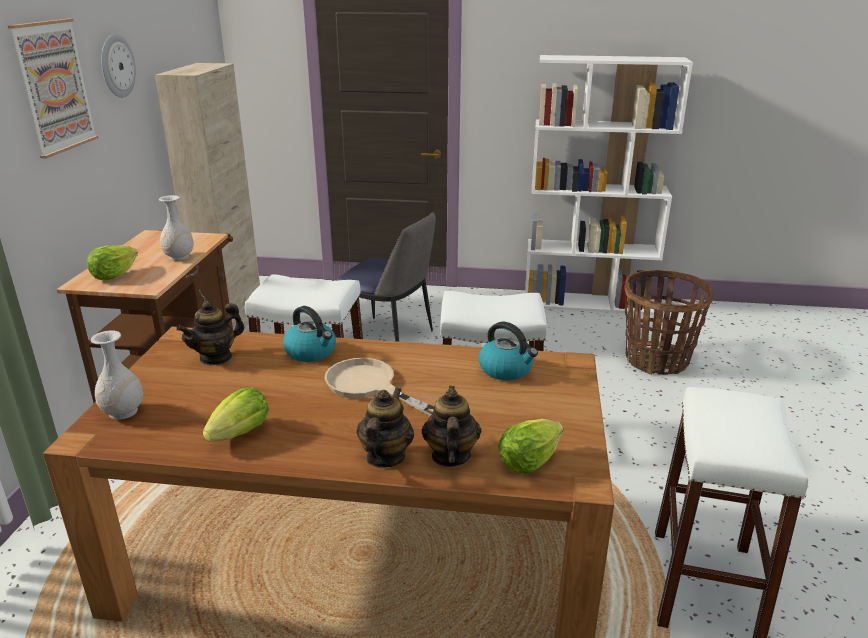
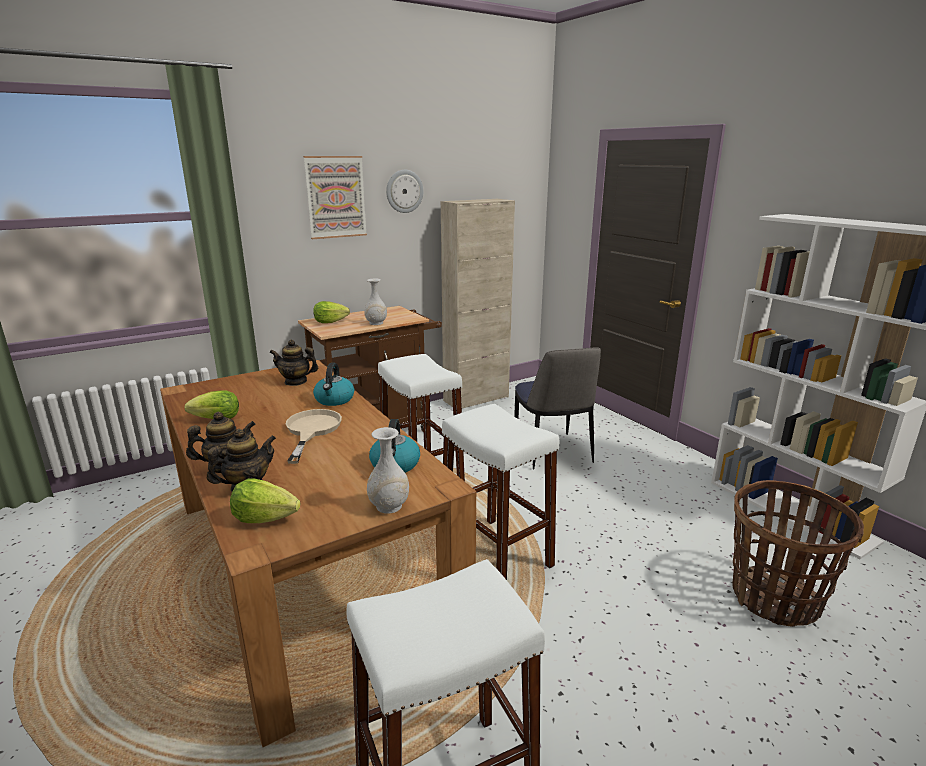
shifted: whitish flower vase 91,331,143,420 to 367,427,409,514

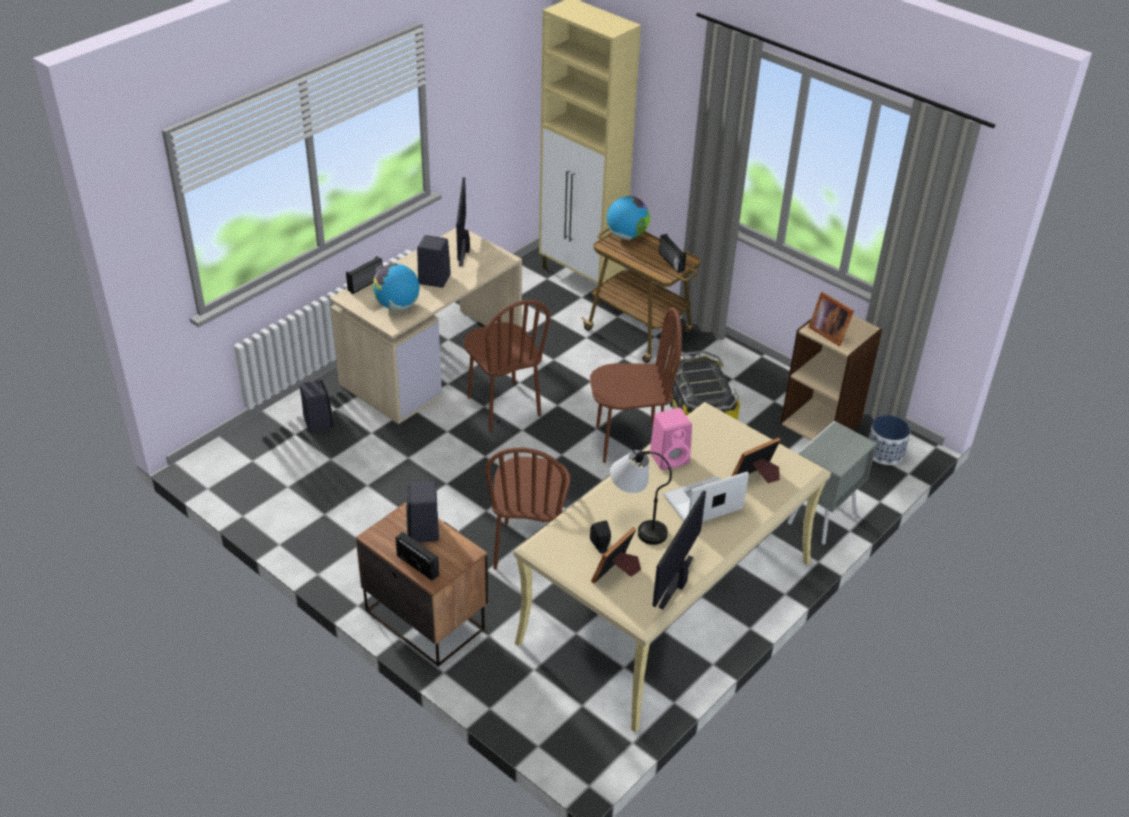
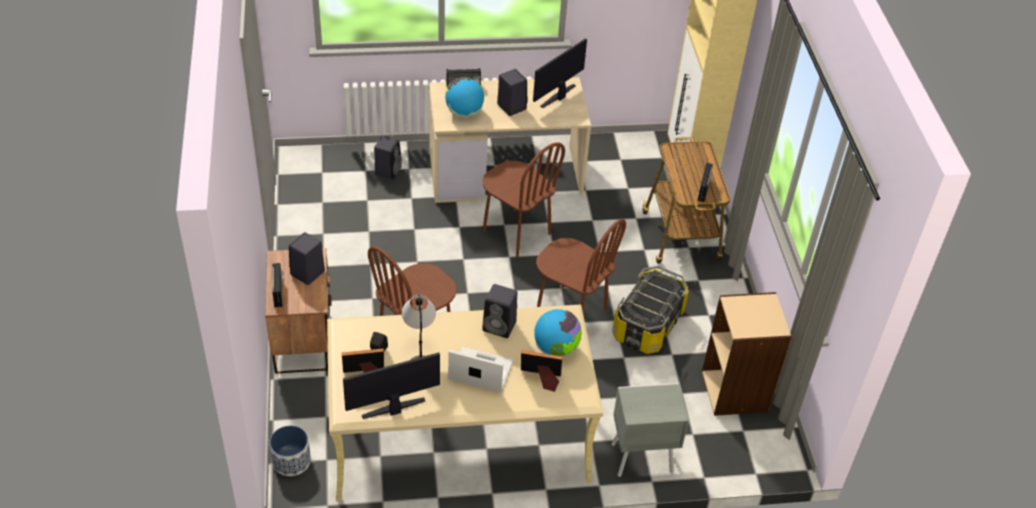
gone: standing frame 808,292,854,346
shifted: world globe 607,196,650,240 to 534,309,582,356; flower pot 868,415,911,465 to 269,425,311,476
repainted: pink-coloured audio speaker 650,408,692,470 to blackish audio speaker 482,284,517,338
rotated: brown chair 464,300,550,432 = 482,142,565,257 60 degrees counterclockwise

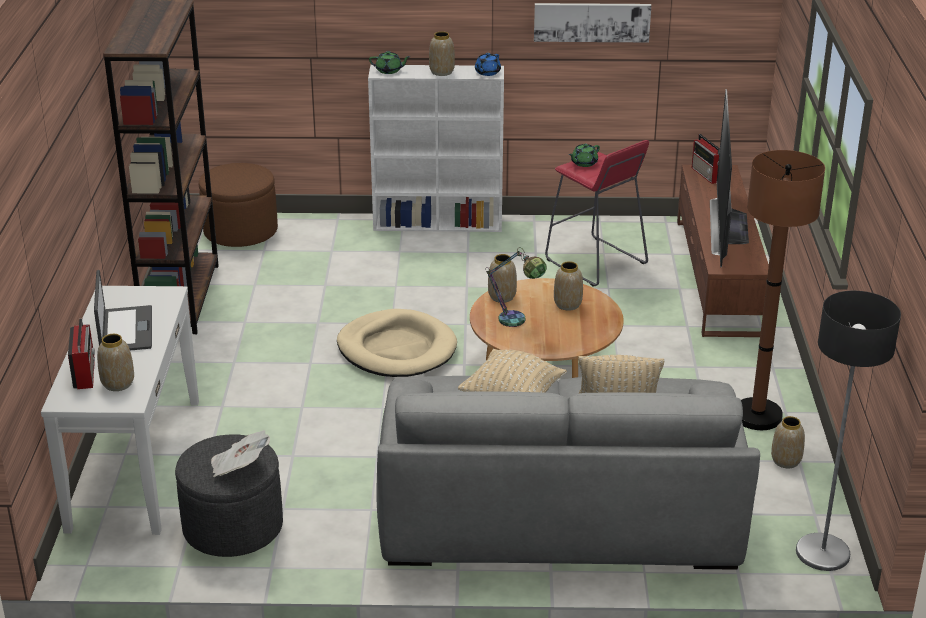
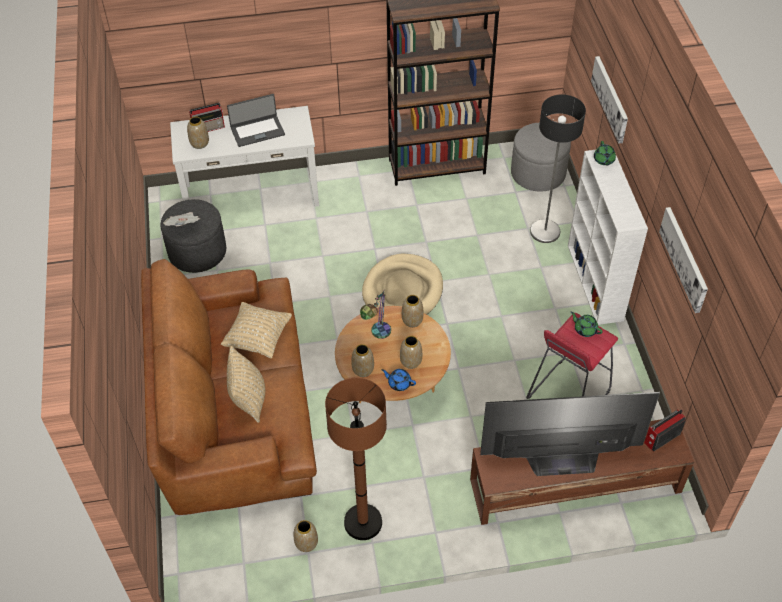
new: picture 591,56,628,144
shifted: flower vase 429,31,455,76 to 351,344,374,377; bluish pot for tea 475,53,501,76 to 381,369,416,391; standing lamp 796,291,901,571 to 530,94,586,243
repainted: brown ottoman 199,163,278,247 to grey ottoman 511,123,571,192; grey settee 377,376,760,570 to brown settee 141,259,317,515

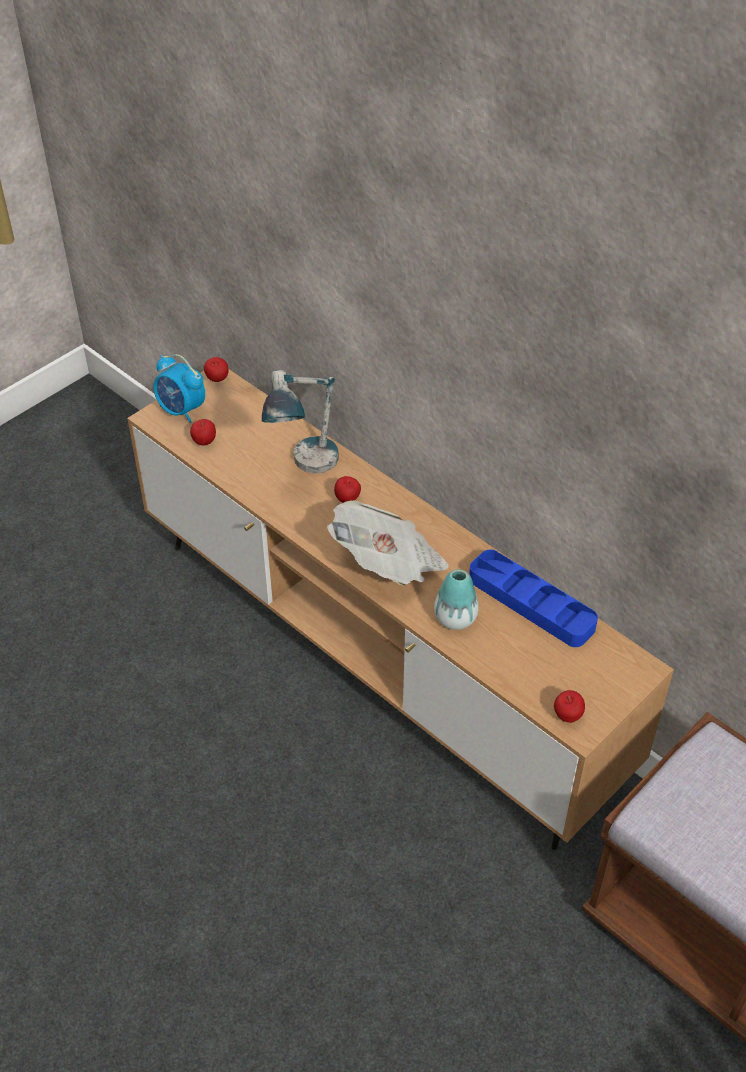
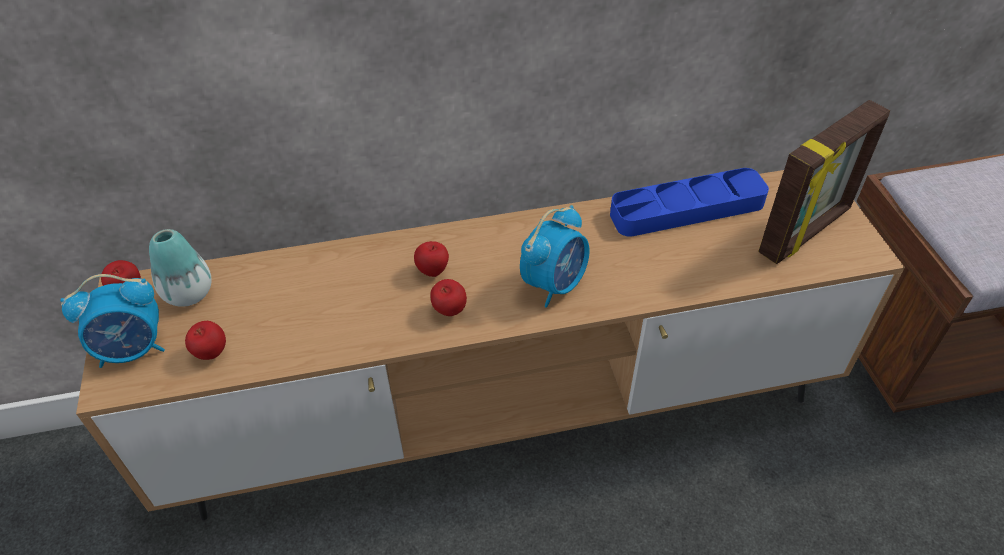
gone: table lamp 262,370,339,474
new: standing frame 758,100,890,264
shifted: flower vase 434,569,479,630 to 149,229,212,307; apple 554,690,585,723 to 431,279,467,316
swapped: printed paper 327,500,449,586 to table clock 520,205,589,308

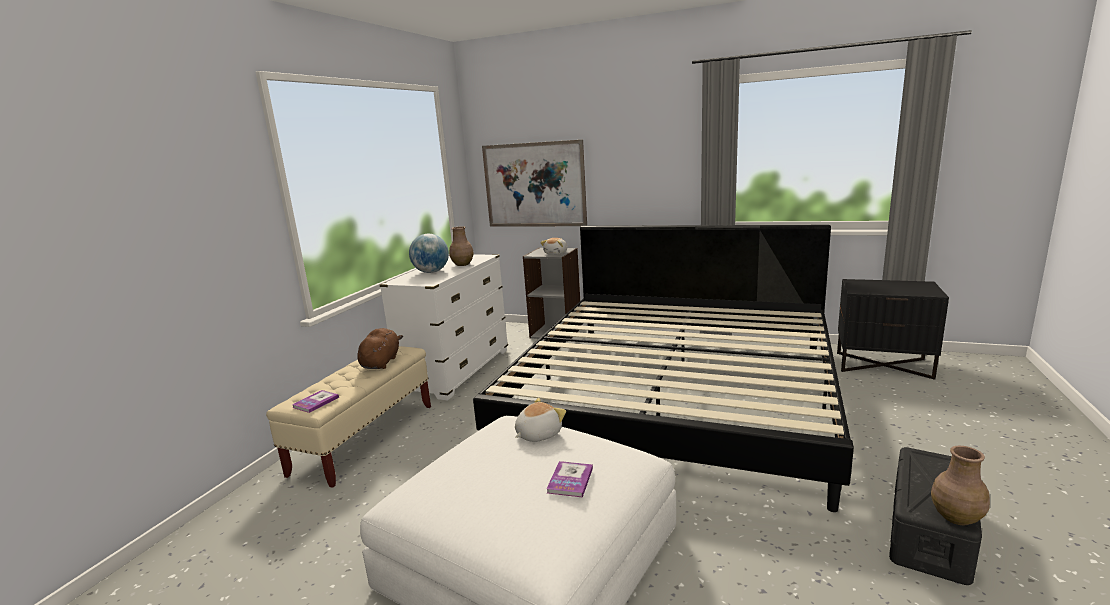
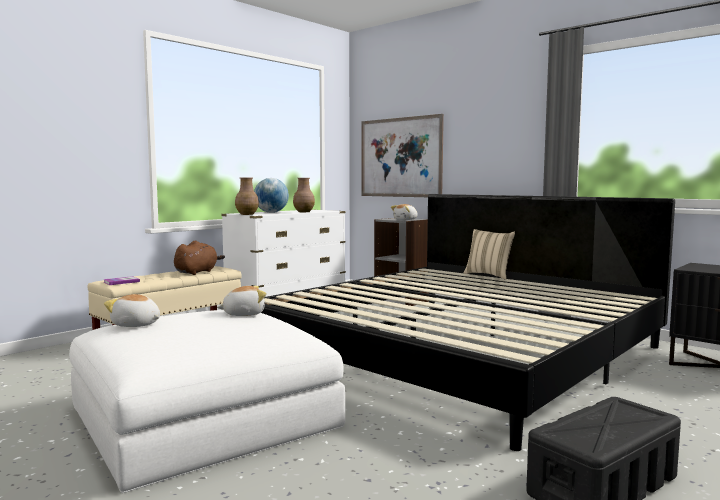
gone: book 546,461,593,497
new: plush toy 104,294,160,327; beige-coloured cushion 464,229,515,280
shifted: brown flower vase 931,446,990,525 to 235,178,259,215

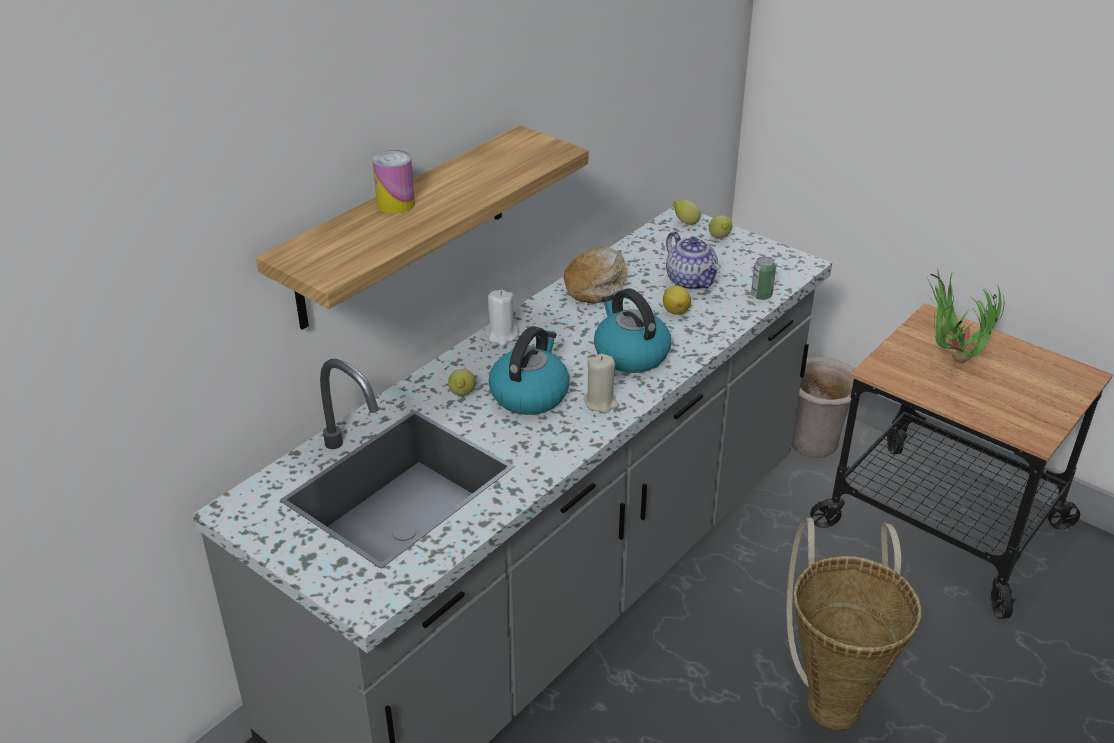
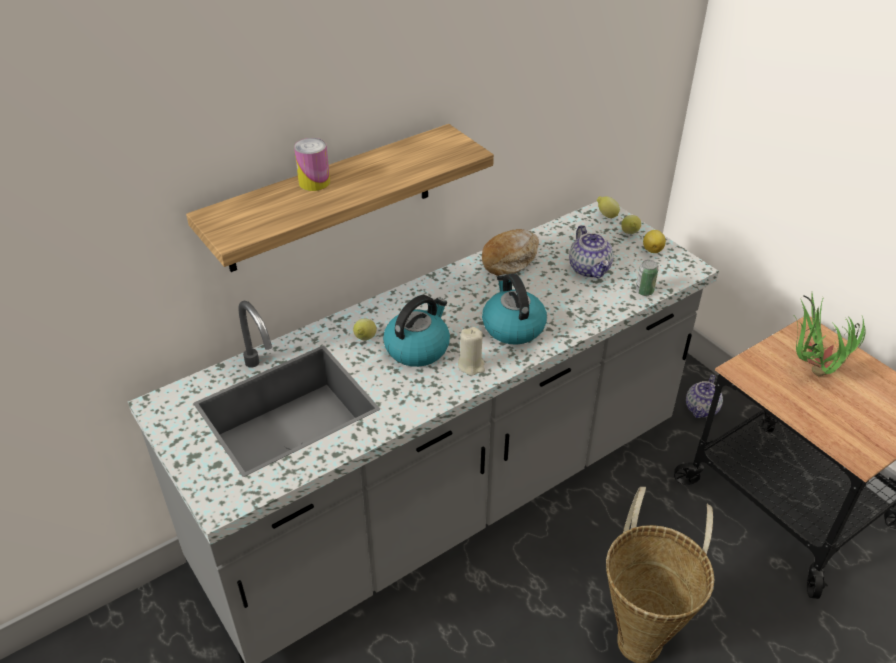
gone: whitish wax light 487,290,519,346
shifted: citrus fruit 663,286,691,315 to 643,230,666,253
swapped: beige-coloured flower vase 791,357,862,458 to pot for tea 686,374,723,418

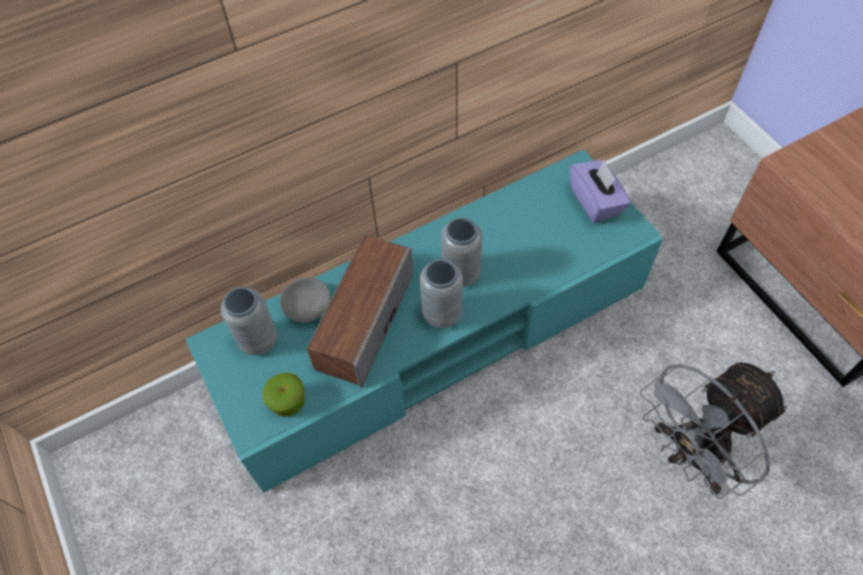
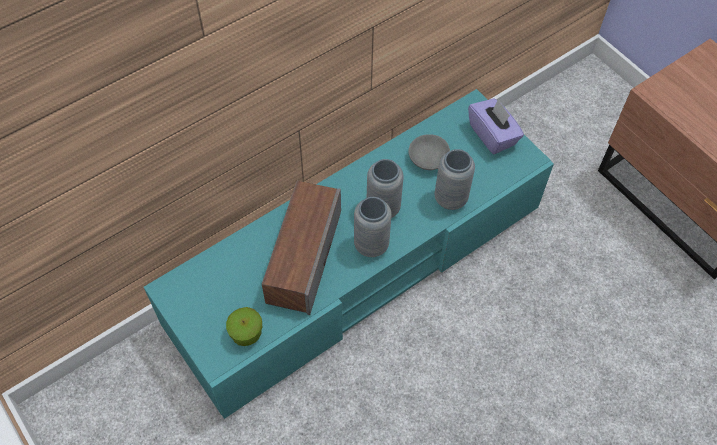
gone: grey cooling fan 640,362,787,499
shifted: grey flower vase 221,287,277,355 to 435,149,475,210; grey deep dish 280,278,330,323 to 408,134,450,170

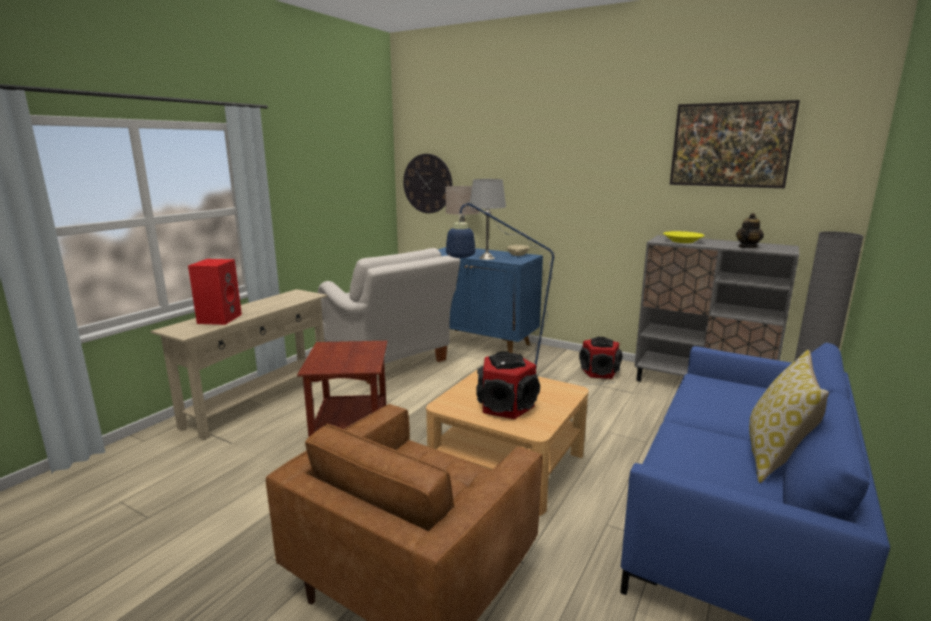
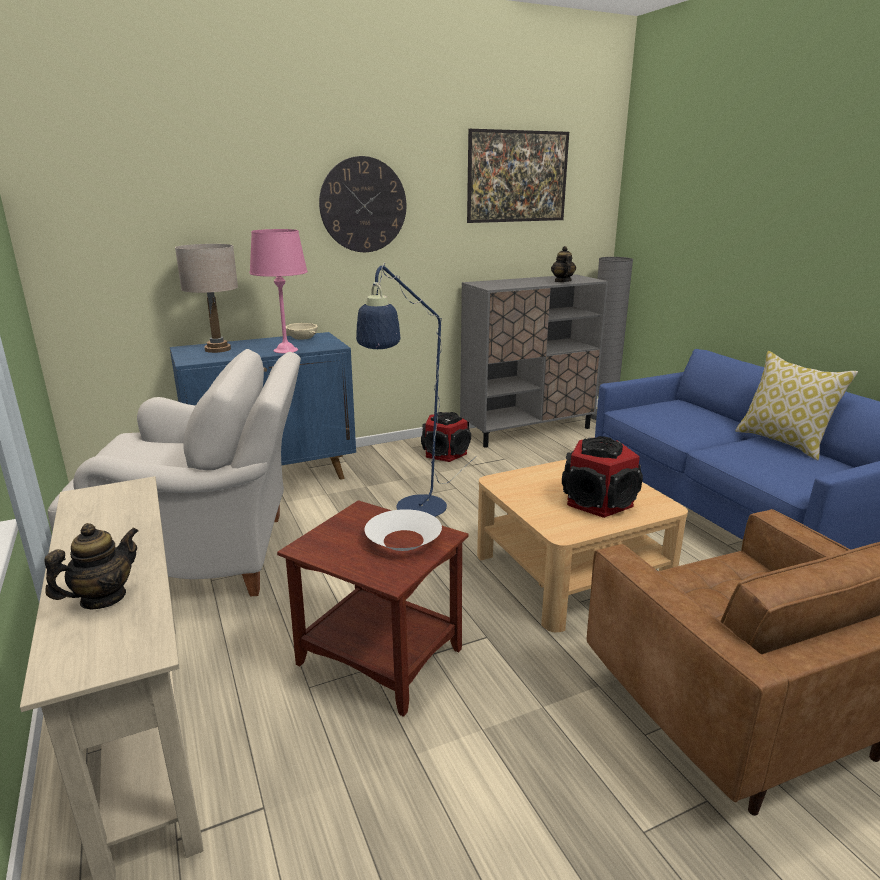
gone: yellowish deep dish 663,231,705,243
new: whitish deep dish 365,509,442,551
shifted: clock on the wall 403,154,452,213 to 319,156,406,252
swapped: reddish audio speaker 188,259,242,325 to pot for tea 44,523,139,610
repainted: grey table lamp 469,179,506,260 to pink-coloured table lamp 250,229,308,353

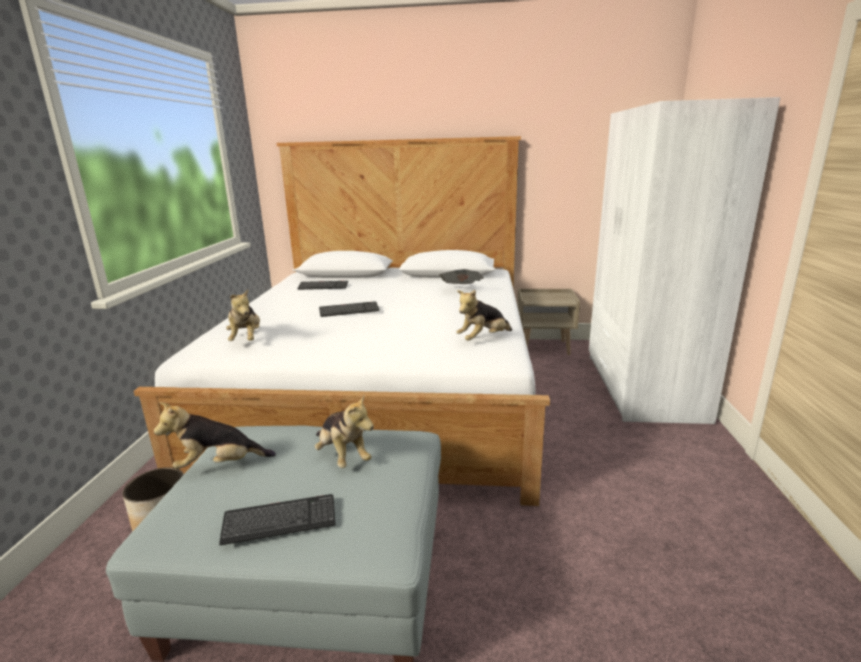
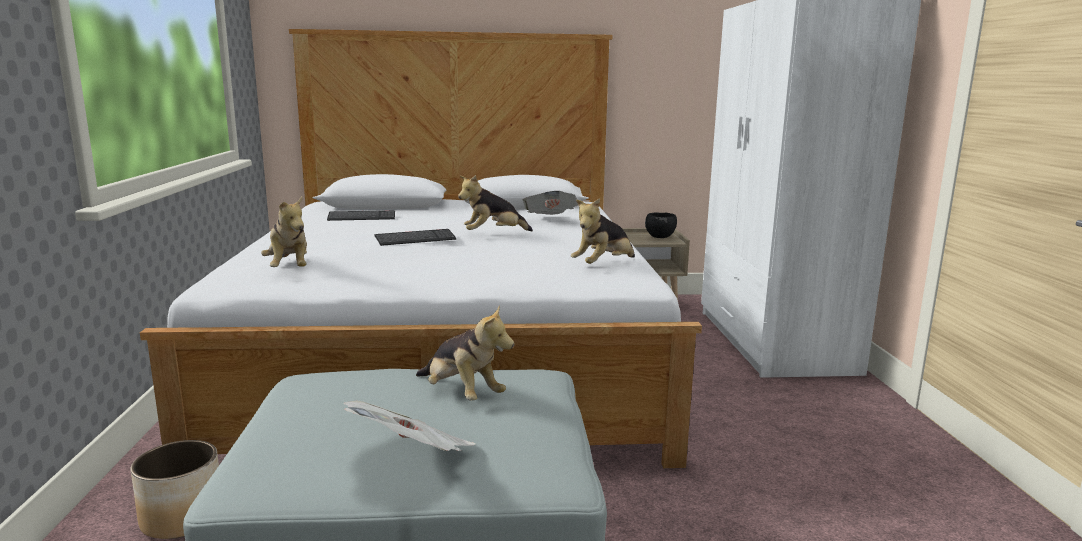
new: blackish deep dish 645,213,677,238
shifted: plush toy 154,402,276,469 to 458,175,533,231
swapped: keyboard 219,494,335,545 to printed paper 343,401,475,451

